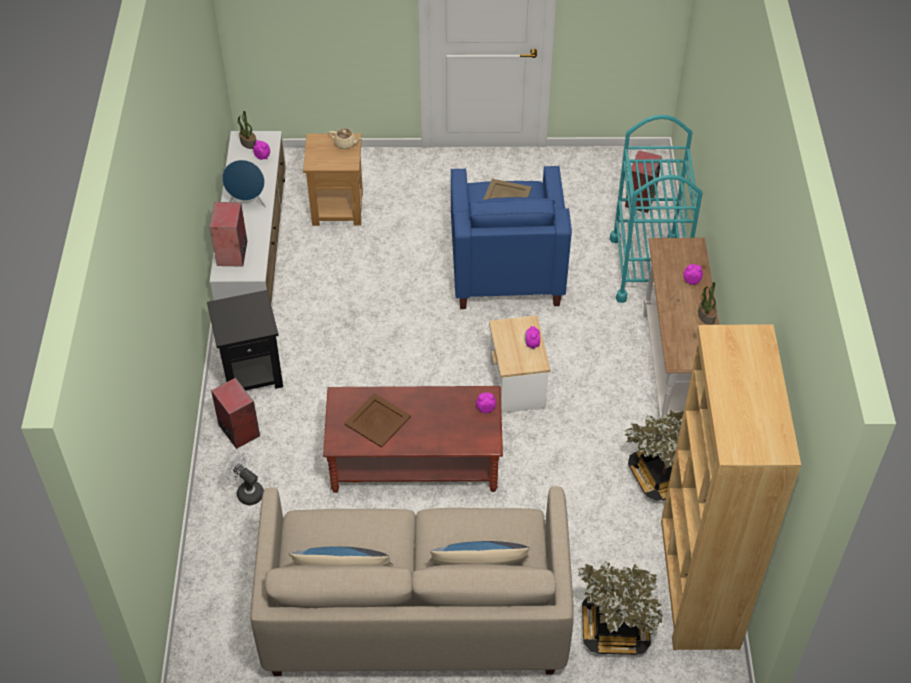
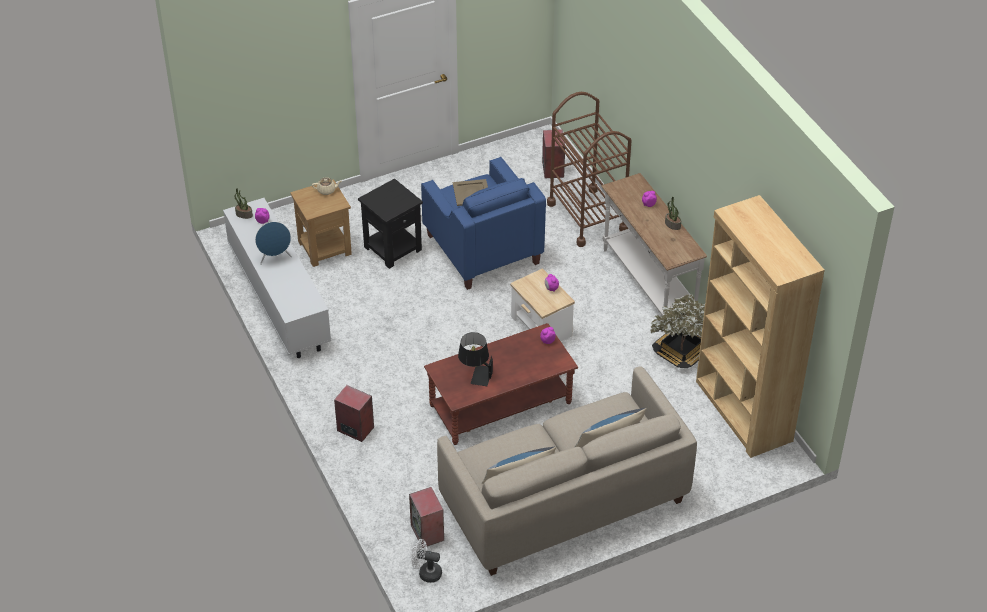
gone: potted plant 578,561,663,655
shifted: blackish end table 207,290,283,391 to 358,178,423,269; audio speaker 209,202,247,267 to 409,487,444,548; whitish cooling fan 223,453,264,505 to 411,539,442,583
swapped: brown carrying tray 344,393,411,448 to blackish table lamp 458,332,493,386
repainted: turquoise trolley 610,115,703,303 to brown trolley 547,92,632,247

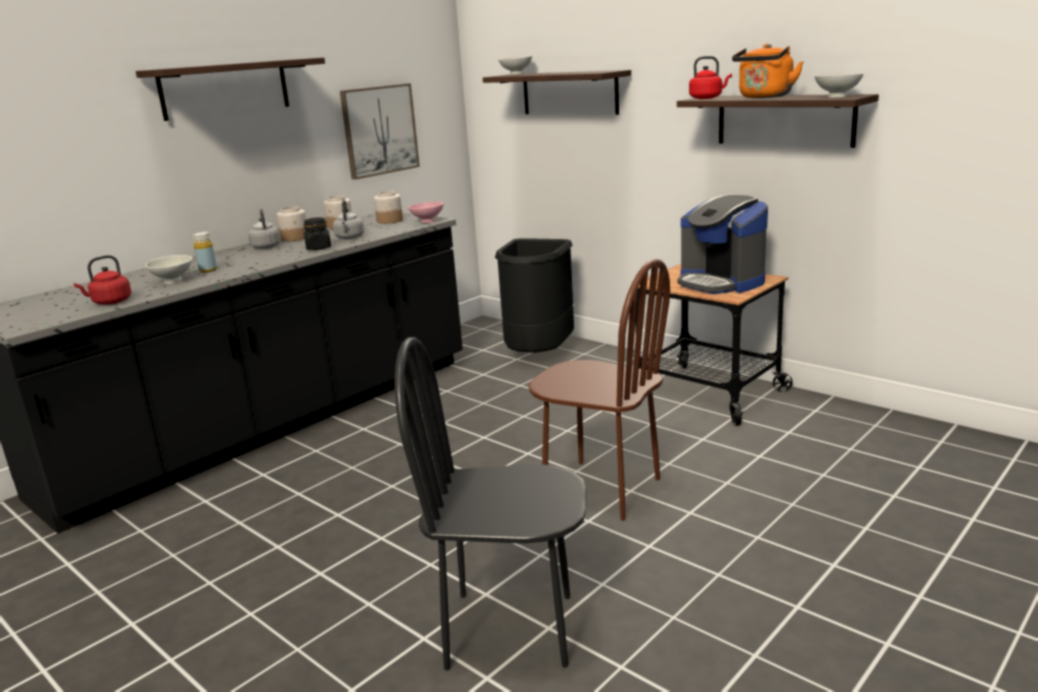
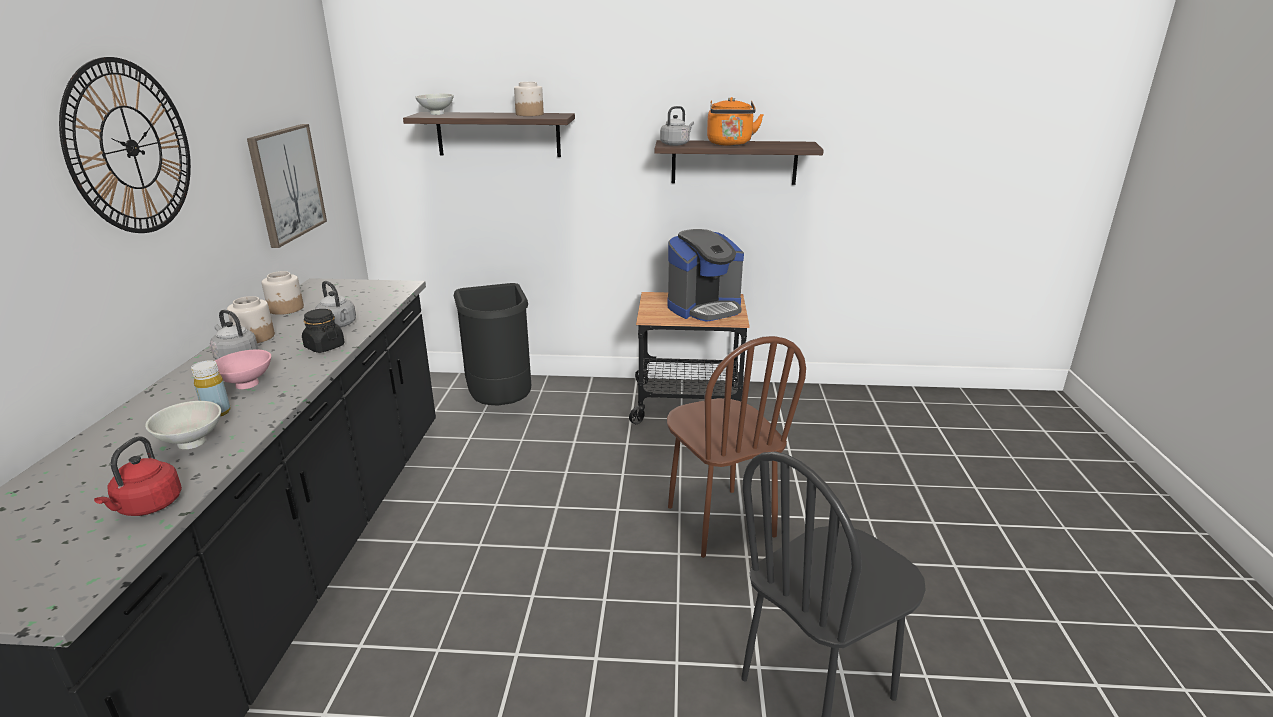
gone: whitish deep dish 814,74,863,98
shifted: preserve jar 374,191,403,224 to 514,82,544,116; pink-coloured deep dish 408,202,444,223 to 215,350,271,389
swapped: bracket shelf 136,58,325,121 to clock on the wall 59,57,191,233
repainted: reddish kettle 689,56,732,99 to grey kettle 660,106,694,146
rotated: brown chair 529,259,670,521 = 667,336,806,558 75 degrees clockwise; coffee maker 678,194,768,294 = 667,229,744,322 45 degrees counterclockwise

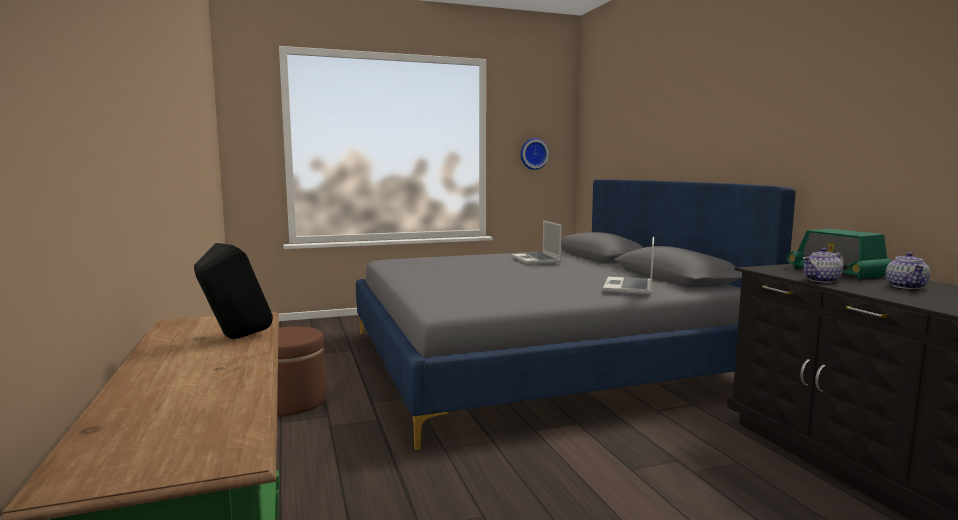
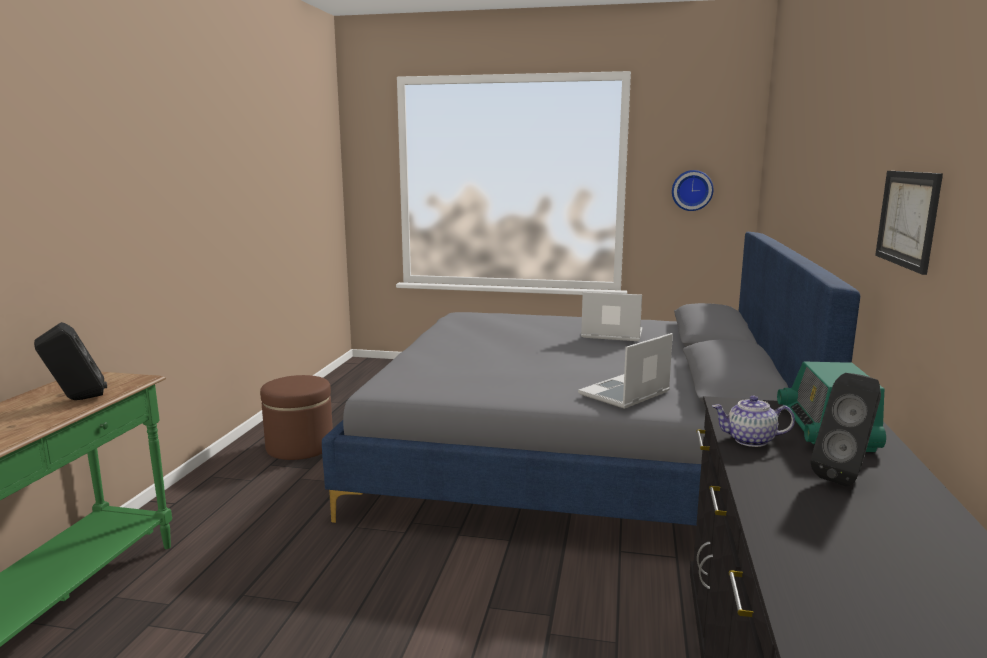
new: picture 875,171,943,275
swapped: pot for tea 886,252,930,289 to blackish audio speaker 810,373,881,486
rotated: portable computer 512,220,562,264 = 581,292,642,341 90 degrees clockwise

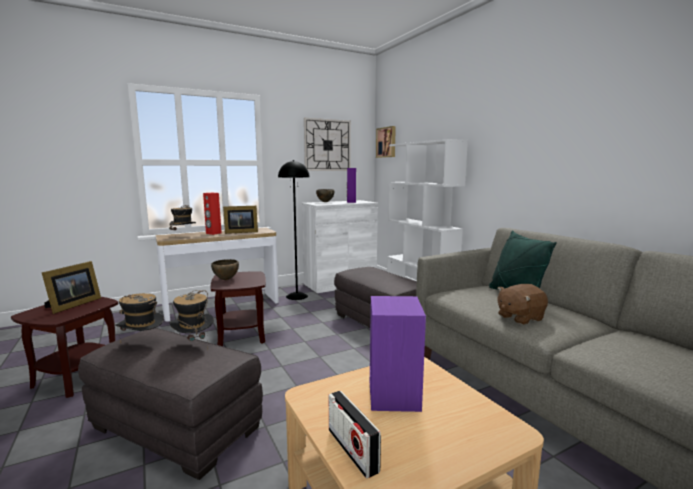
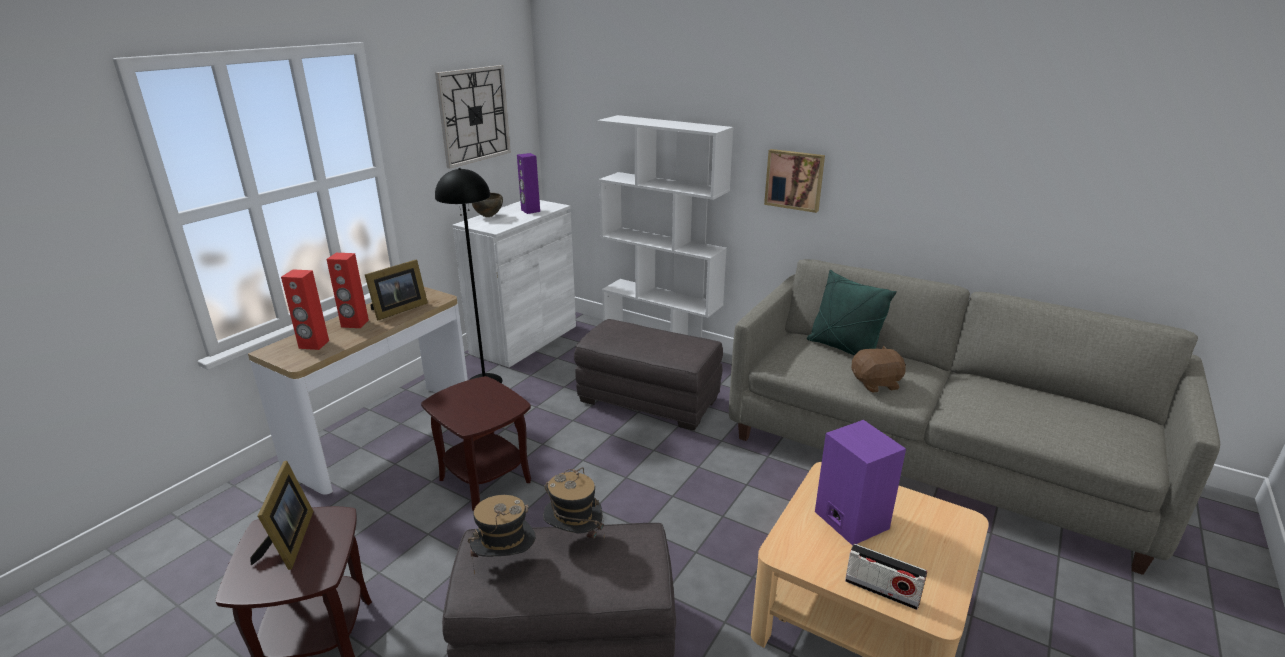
gone: brown deep dish 211,259,239,280
shifted: picture 376,126,396,158 to 764,149,825,213
swapped: clothing hat 169,205,196,237 to reddish audio speaker 281,269,329,350
rotated: brown plush toy 497,284,548,325 = 851,345,906,393 135 degrees counterclockwise

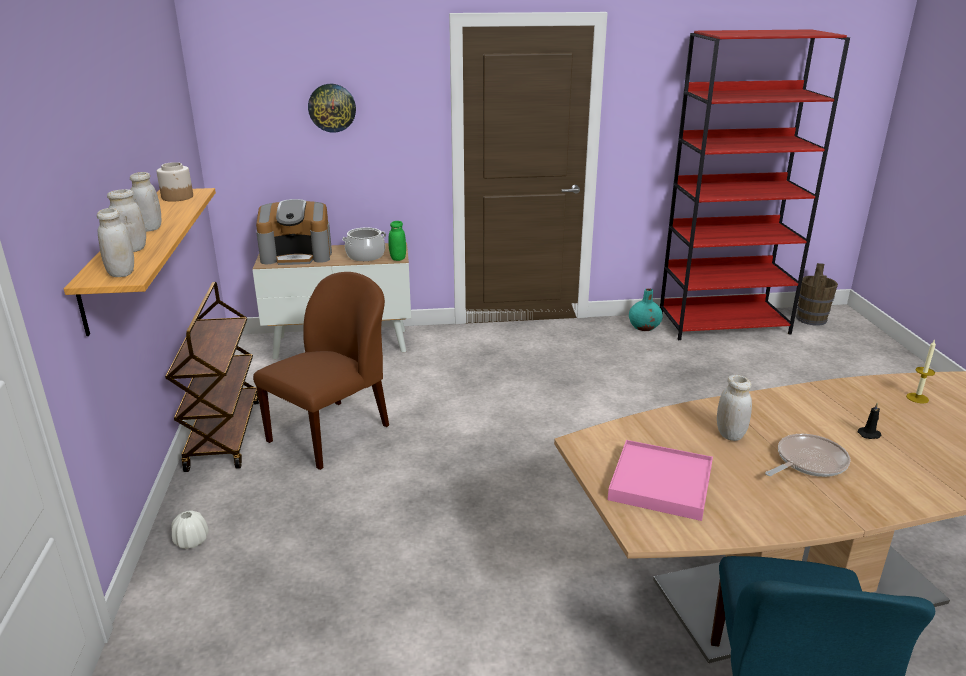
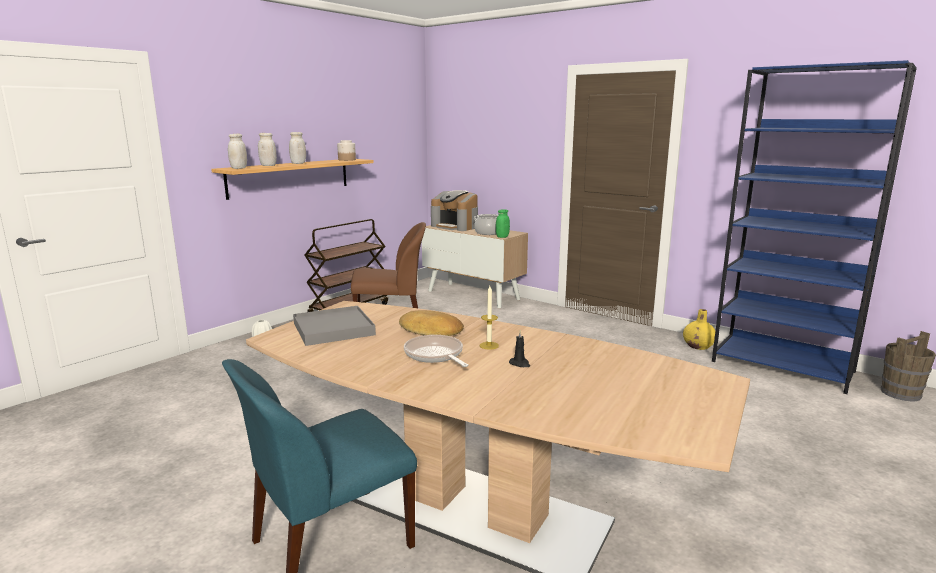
gone: clock on the wall 308,84,356,133
shifted: wax light 906,340,936,404 to 479,286,499,350
swapped: whitish preserve jar 717,375,752,441 to bread 399,310,464,336
repainted: pink-coloured carrying tray 608,440,713,521 to grey carrying tray 293,306,376,346; turquoise flower vase 629,288,663,331 to yellowish flower vase 683,309,715,350; reddish bookcase 660,29,850,340 to bluish bookcase 712,60,917,394
rotated: frying pan 765,434,851,477 = 404,335,468,367 135 degrees counterclockwise

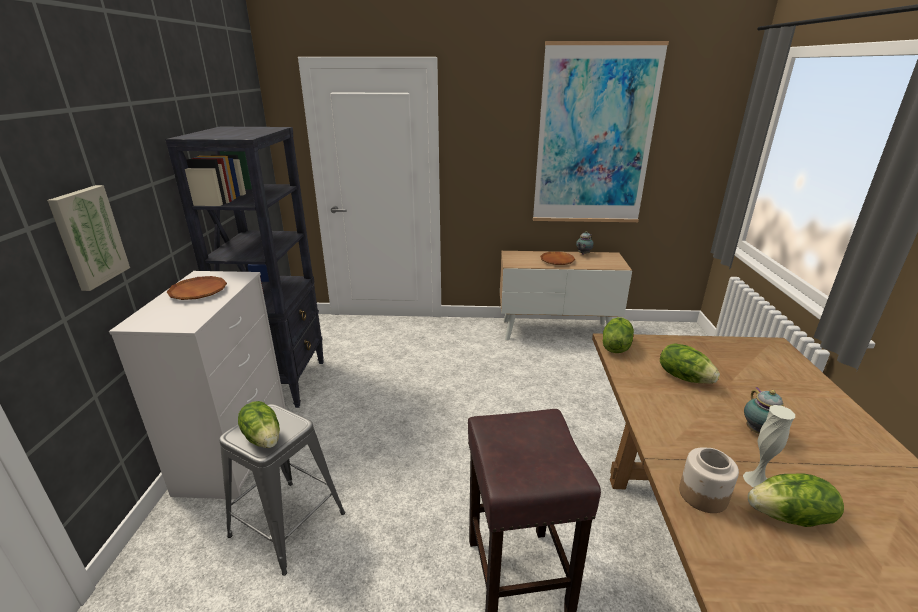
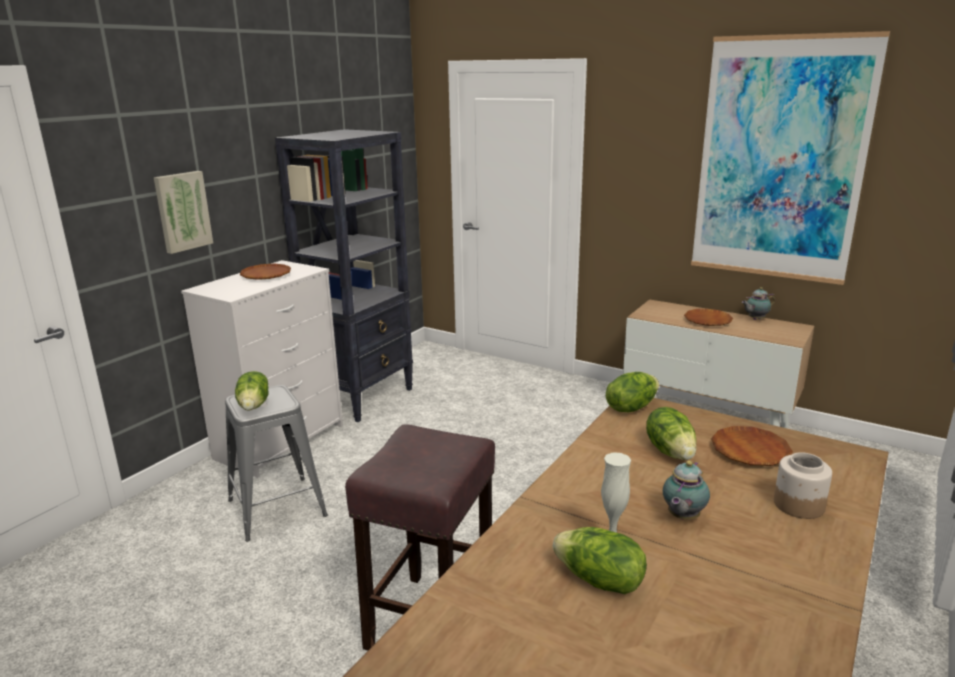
new: brown flat dish 711,426,793,466
shifted: preserve jar 679,447,739,513 to 774,452,832,519

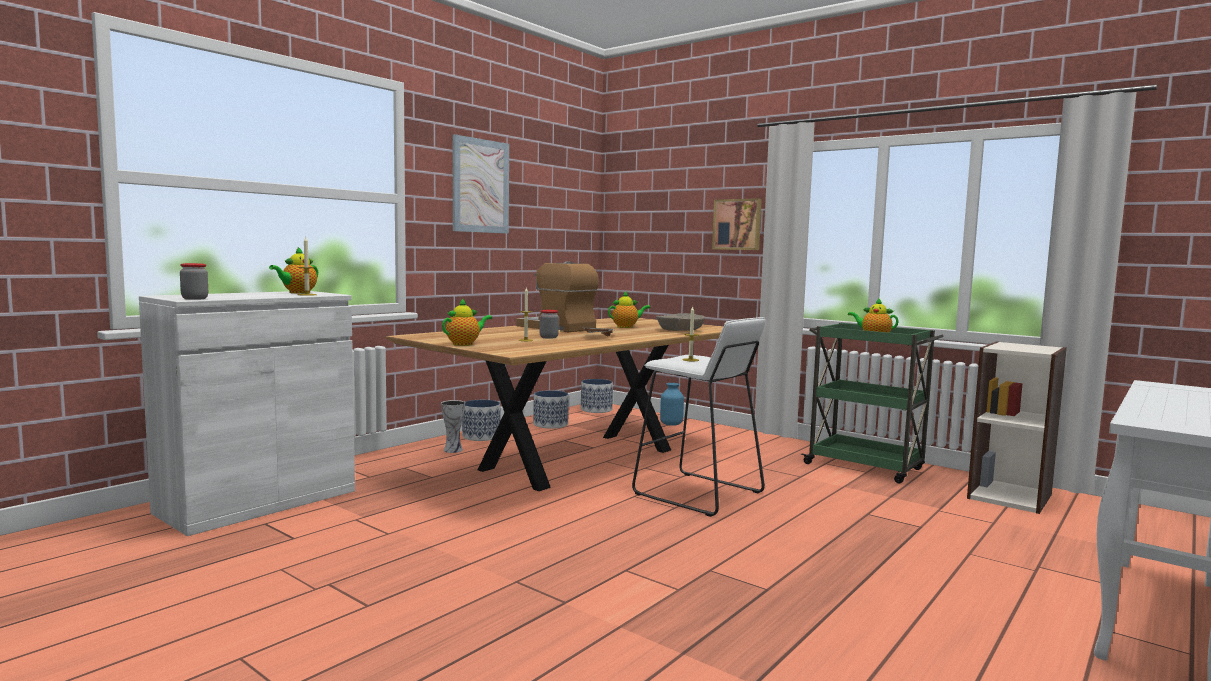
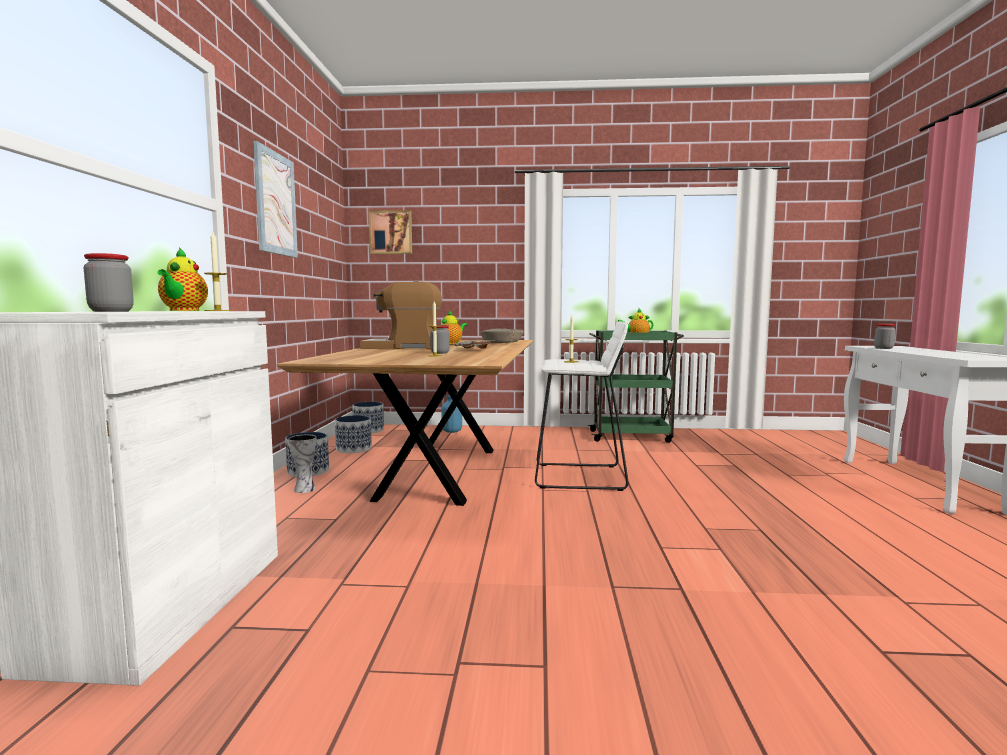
gone: pot for tea 442,298,492,346; bookcase 967,341,1067,514
new: preserve jar 874,324,896,349
shifted: picture 712,198,762,250 to 369,210,412,254

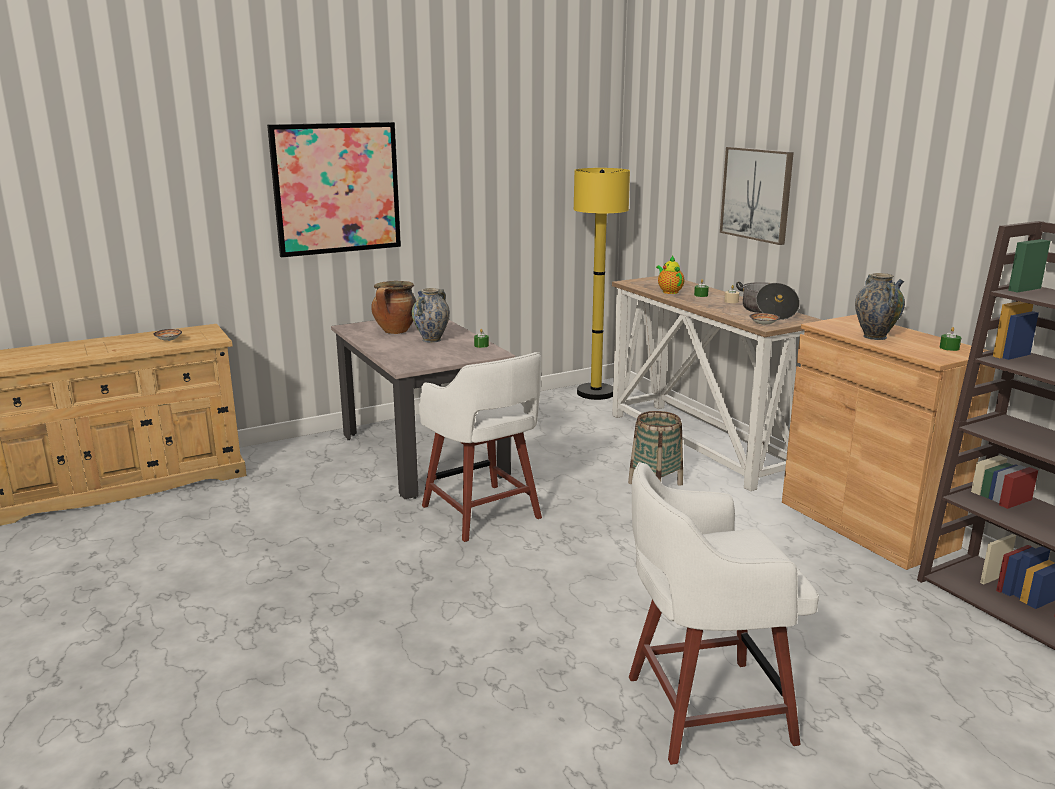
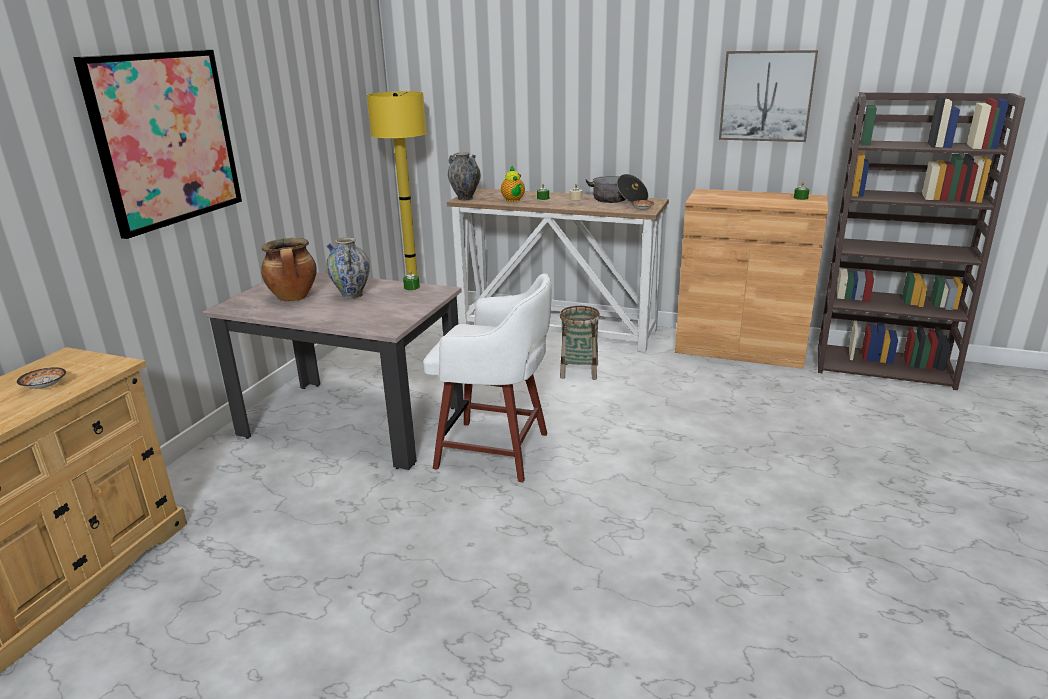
gone: whitish sitting stool 629,462,819,765
shifted: picture 720,147,794,245 to 719,50,818,142; flower vase 855,273,905,340 to 448,152,481,200
rotated: pot for tea 656,255,685,294 = 501,166,525,202 135 degrees counterclockwise

